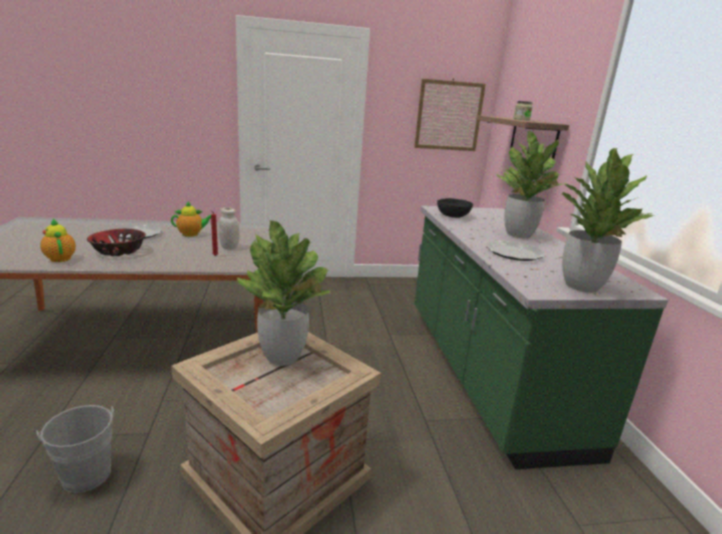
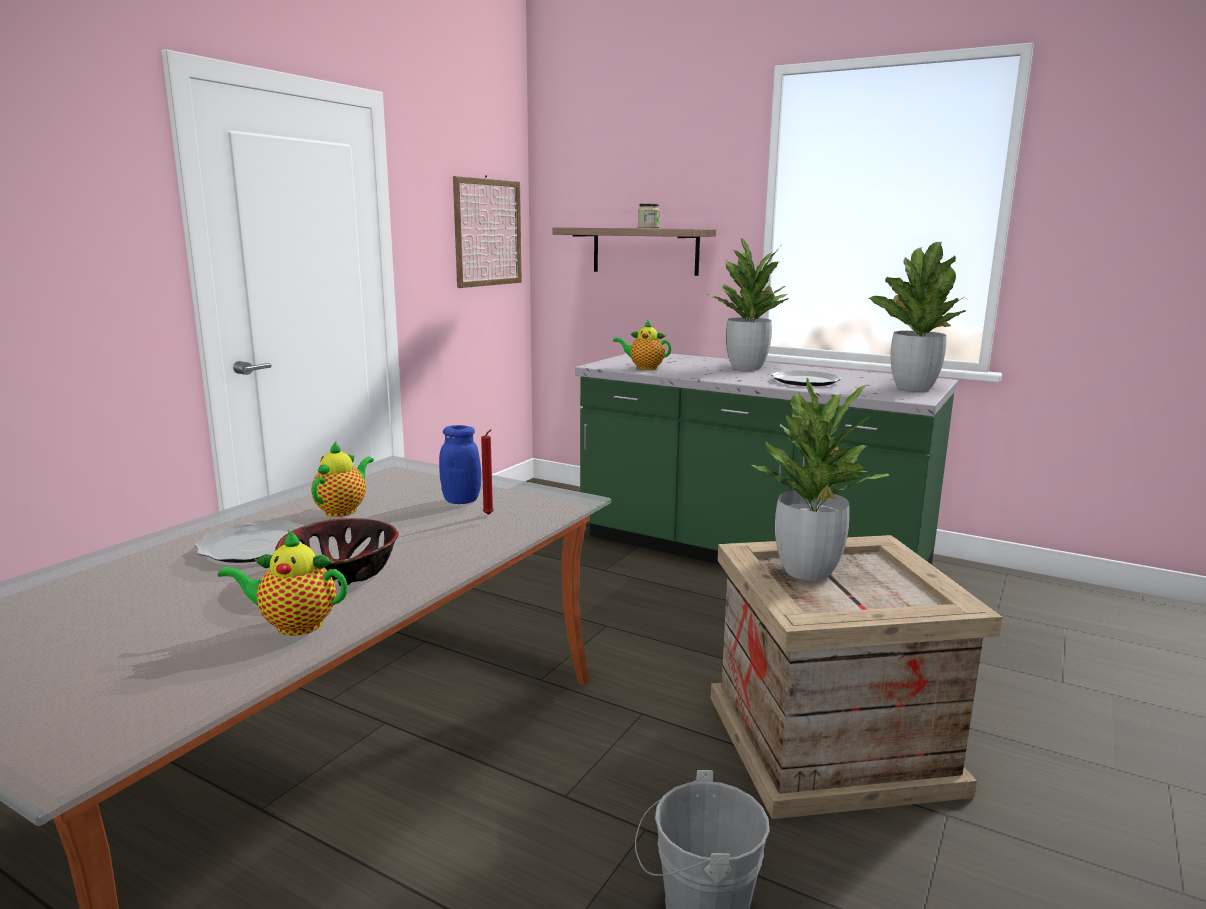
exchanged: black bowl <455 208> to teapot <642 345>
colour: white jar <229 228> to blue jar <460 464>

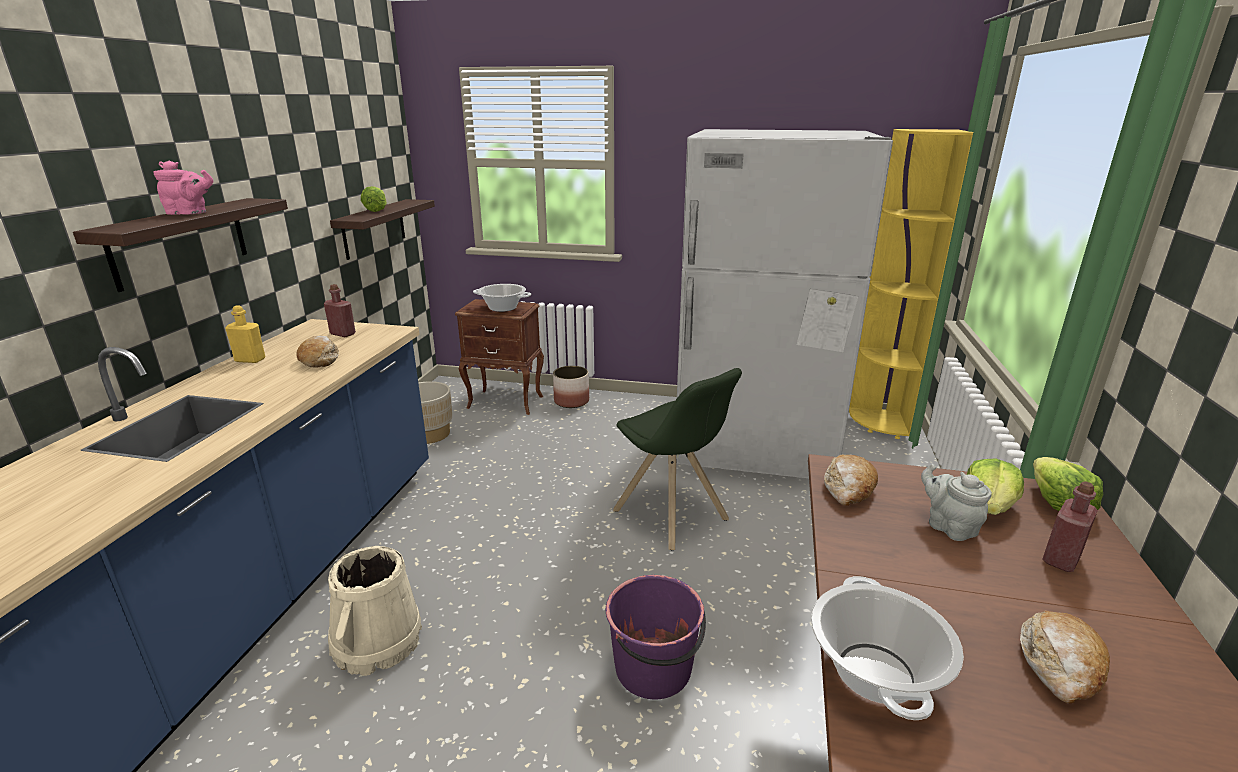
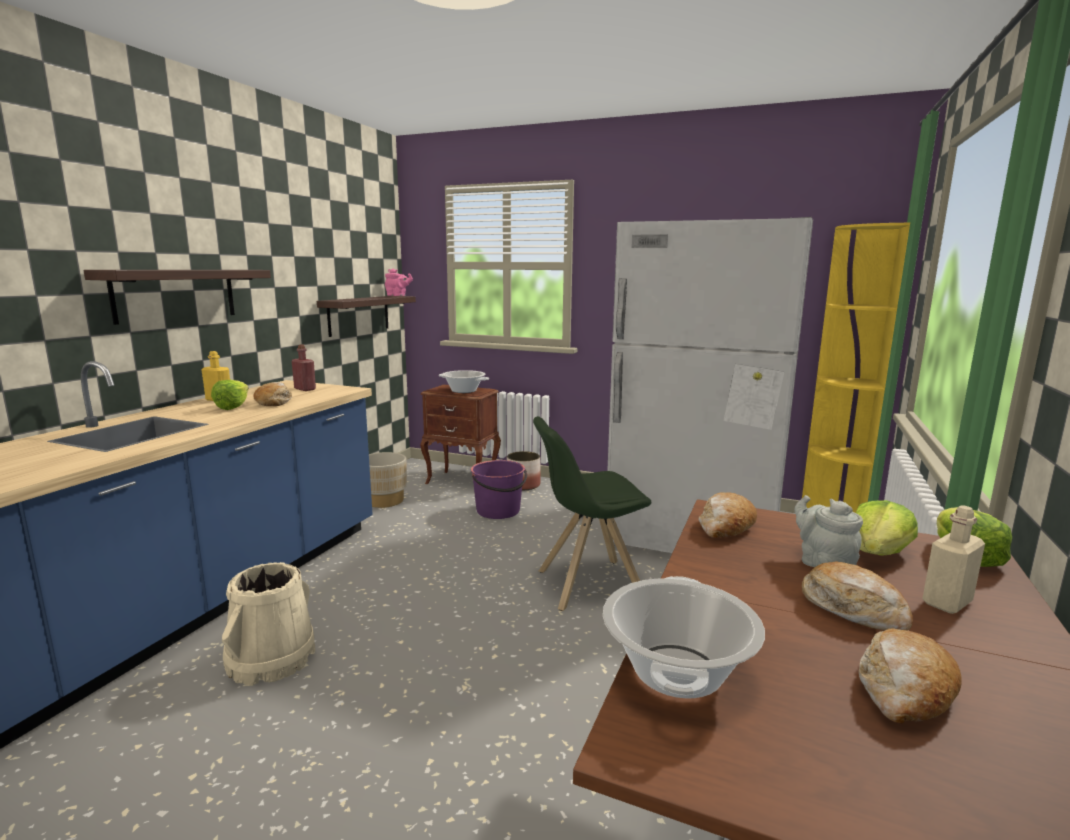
appeared: bread <857 596>
relocated: pink teapot <183 188> to <399 282>; lettuce <374 199> to <230 395>; purple bucket <656 637> to <499 489>
colour: red bottle <1070 526> to beige bottle <953 559>
spun: green chair <677 459> = <592 513> 105 degrees clockwise

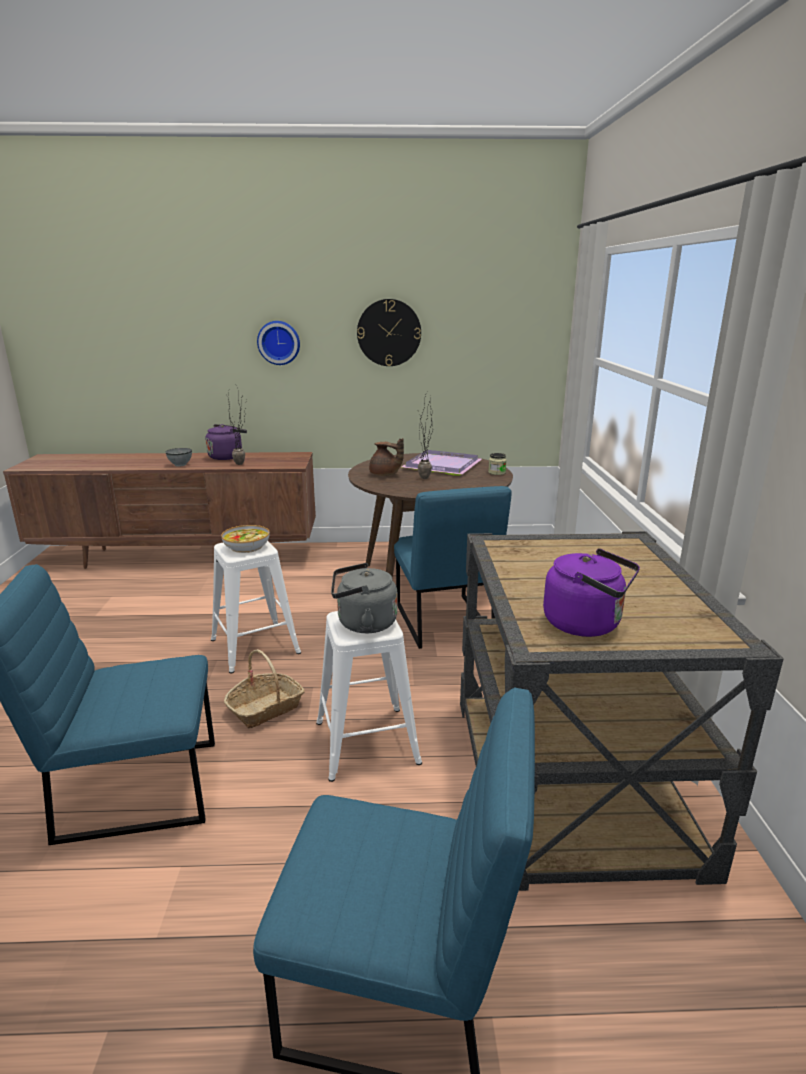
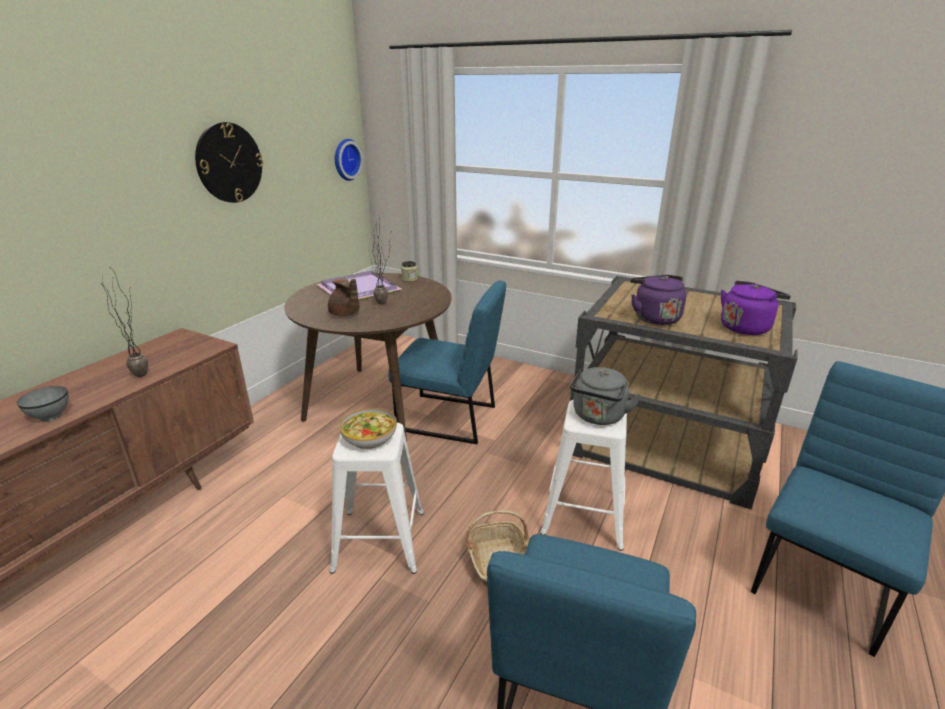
relocated: purple kettle <226 442> to <658 300>; wall clock <278 343> to <349 160>
spun: brown teapot <386 457> = <344 297> 75 degrees clockwise

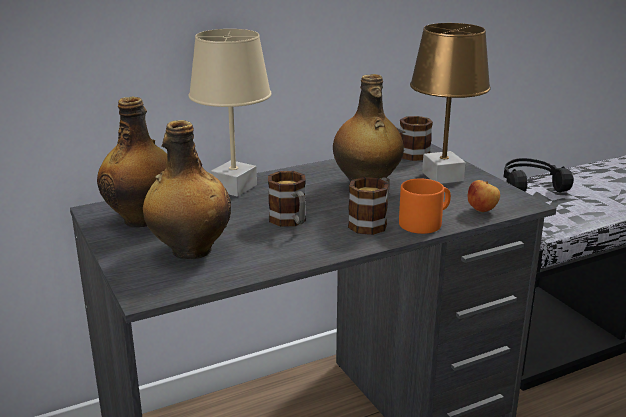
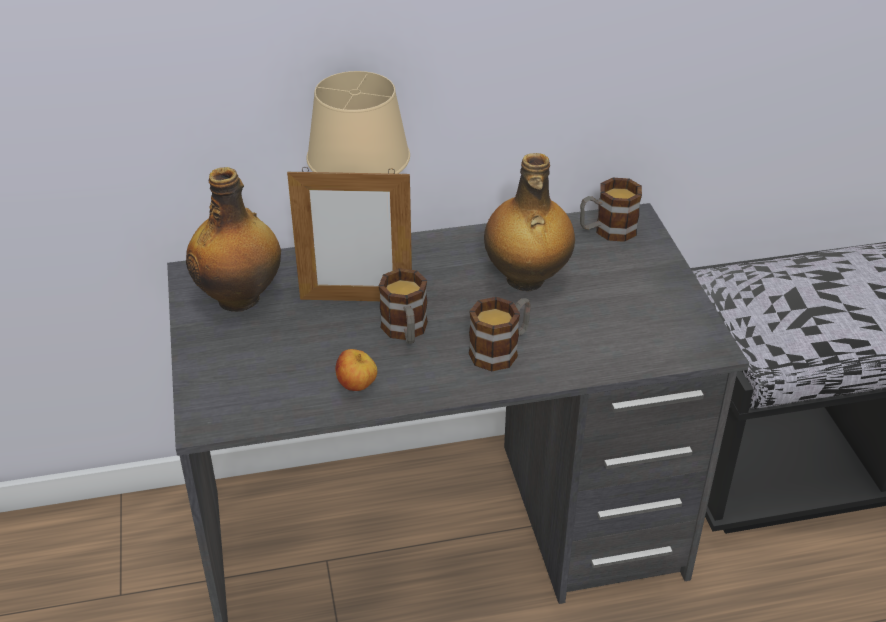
missing: bottle <187 189>; orange mug <425 206>; brown table lamp <450 103>; black headphones <538 175>
appeared: picture frame <349 234>
relocated: apple <484 196> to <356 370>

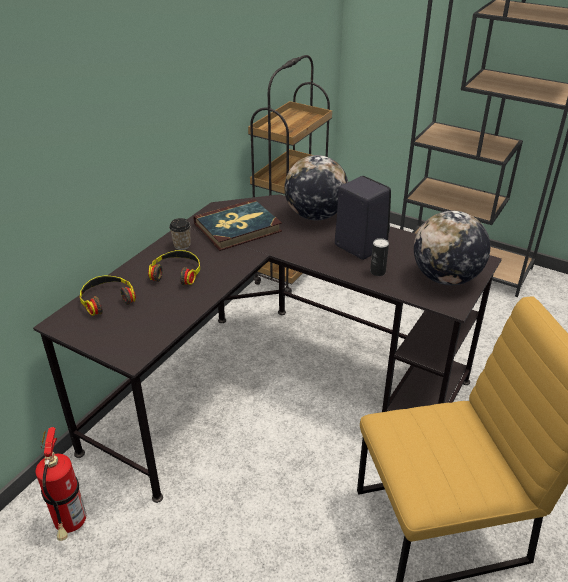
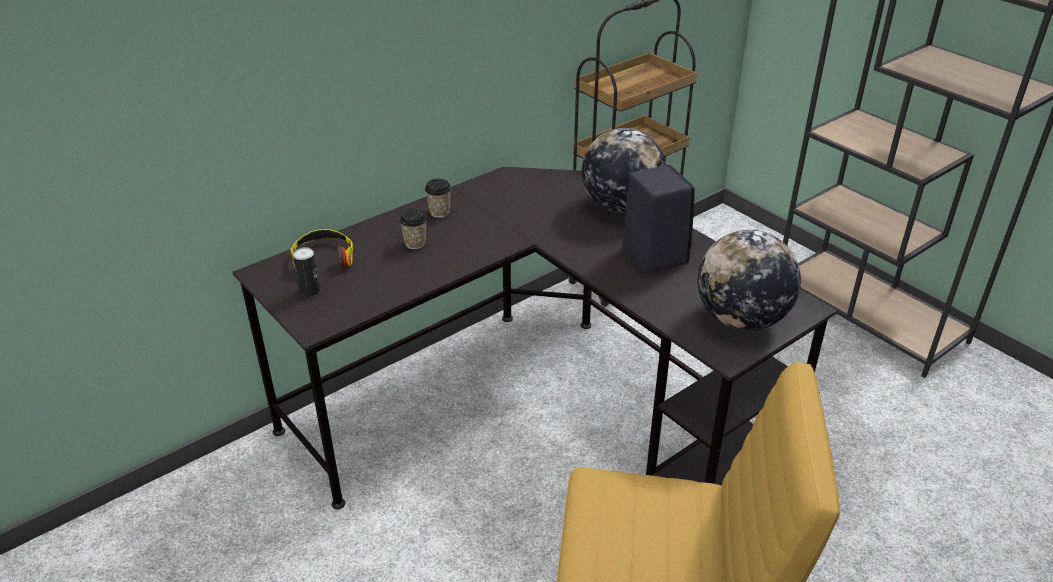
missing: fire extinguisher <61 484>; book <238 225>
relocated: can <379 257> to <306 272>
exchanged: headphones <174 267> to cup <413 228>

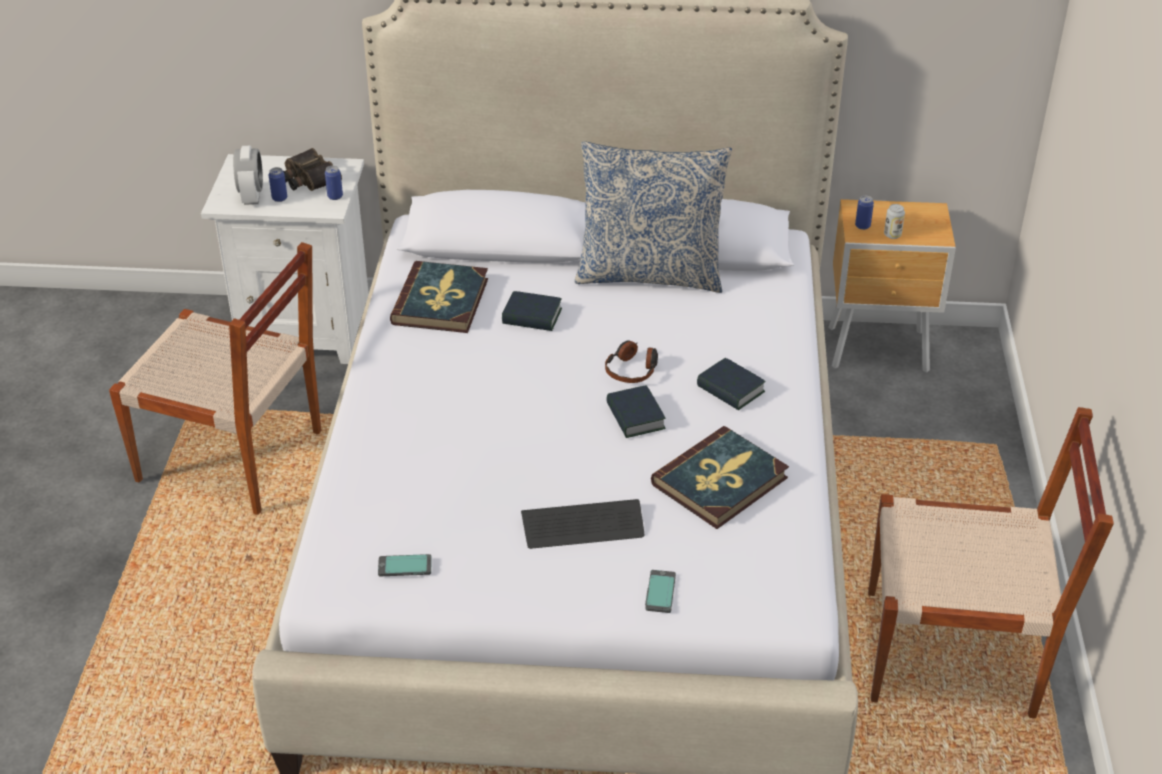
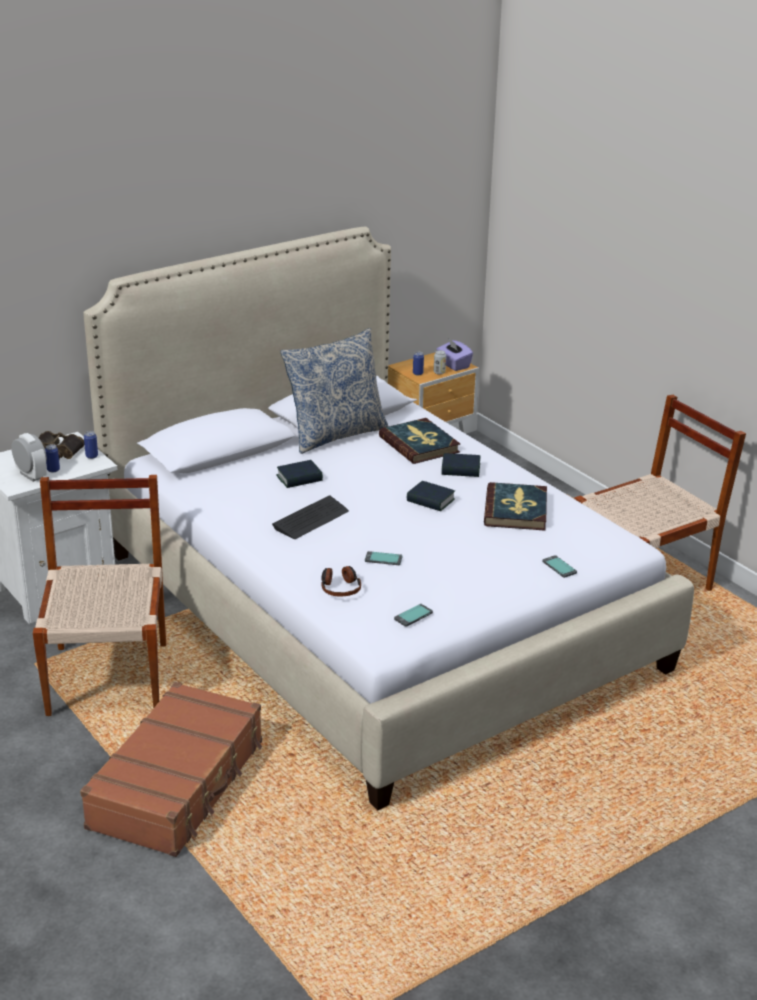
appeared: brown suitcase <171 769>; phone <383 558>; purple tissue box <454 354>
relocated: book <439 297> to <419 441>; keyboard <582 524> to <310 517>; headphones <631 361> to <341 581>
spun: chair <215 378> = <99 595> 75 degrees counterclockwise

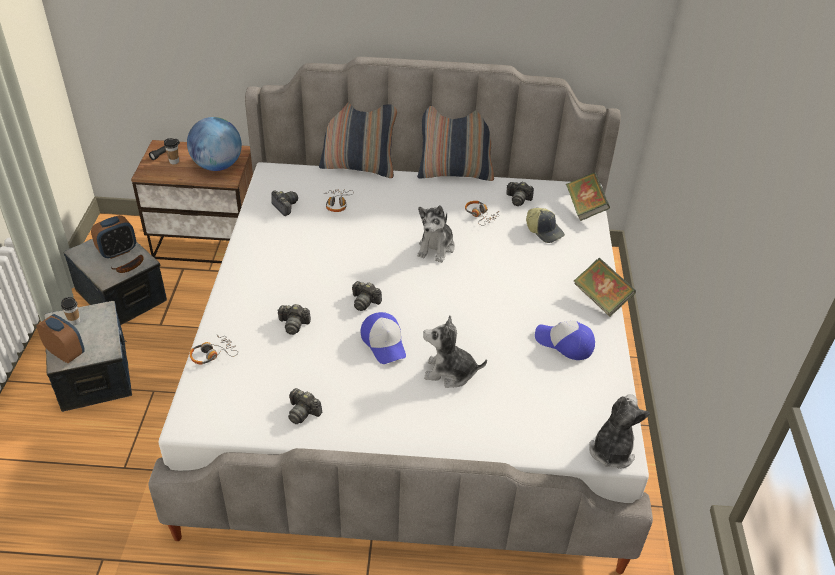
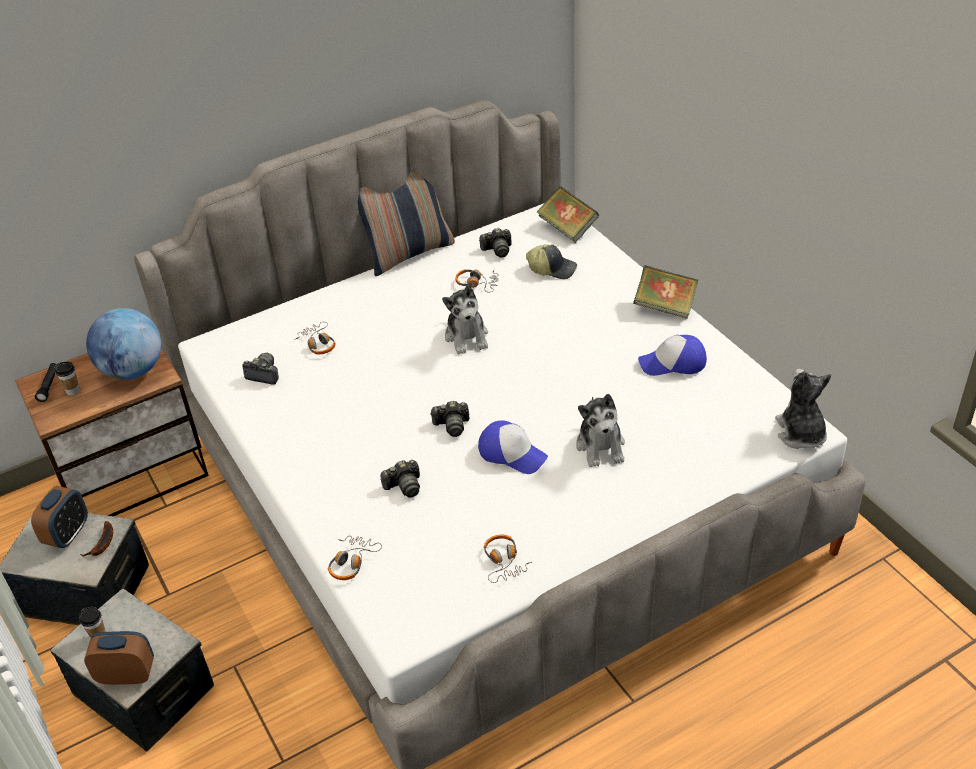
missing: pillow <358 140>
exchanged: photo camera <305 406> to headphones <508 559>
spun: plush toy <455 351> = <600 430> 75 degrees counterclockwise

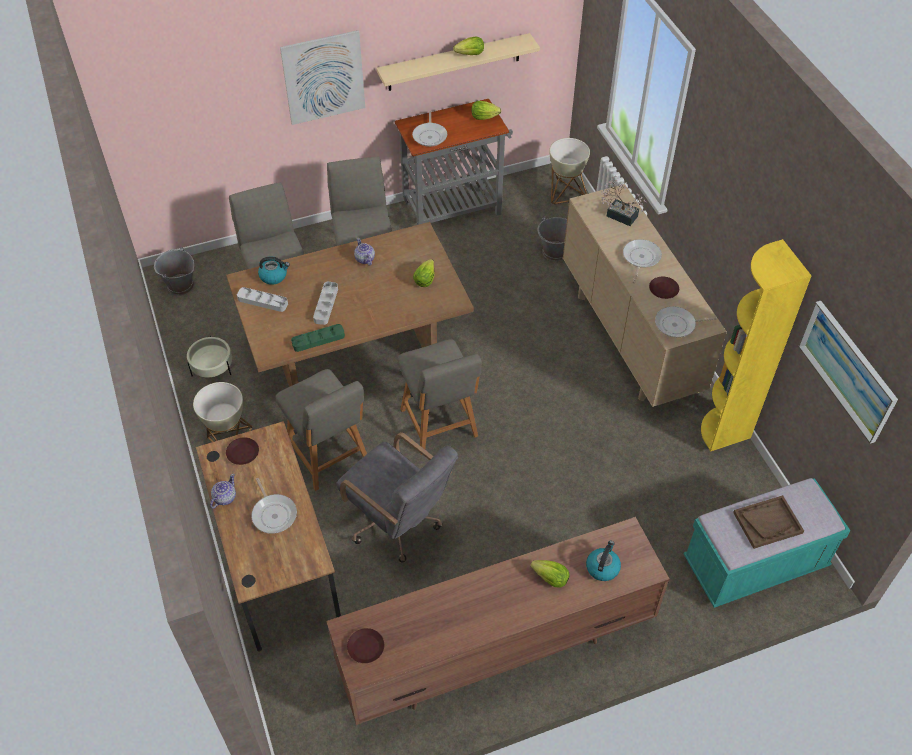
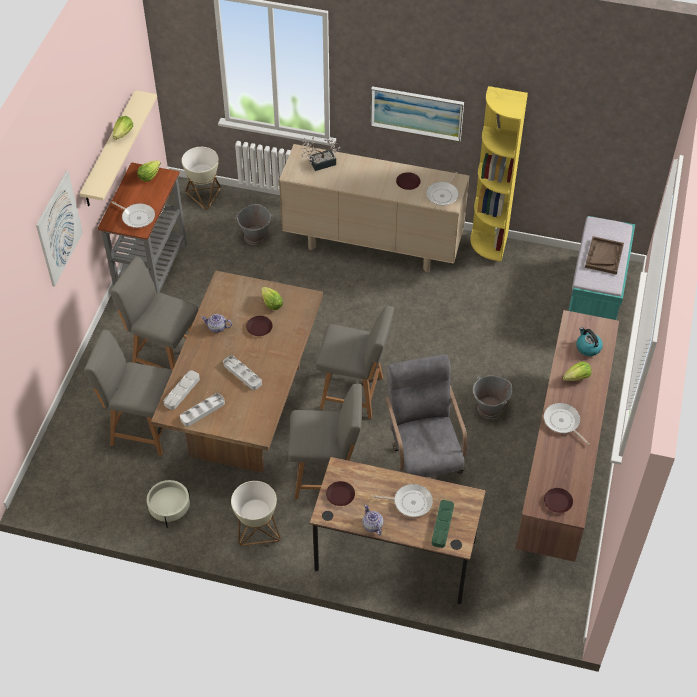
appeared: brown plate <259 326>
relocated: grey bucket <174 271> to <492 397>; green tray <318 338> to <443 524>; frying pan <642 261> to <567 424>; picture <848 372> to <417 114>
exchanged: kettle <274 270> to grey tray <182 390>
spun: grey office chair <397 497> = <426 416> 90 degrees counterclockwise

